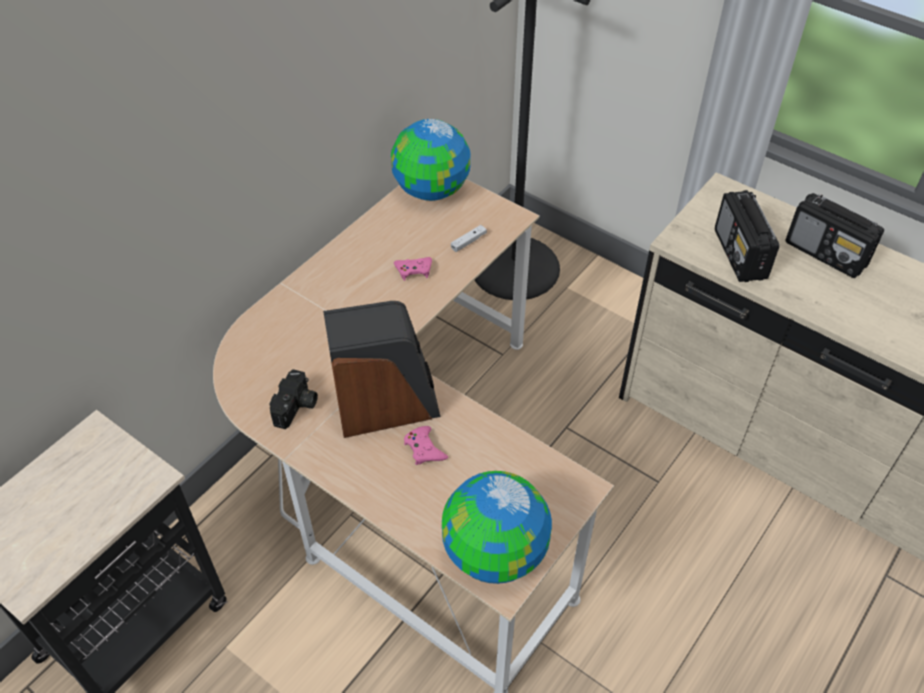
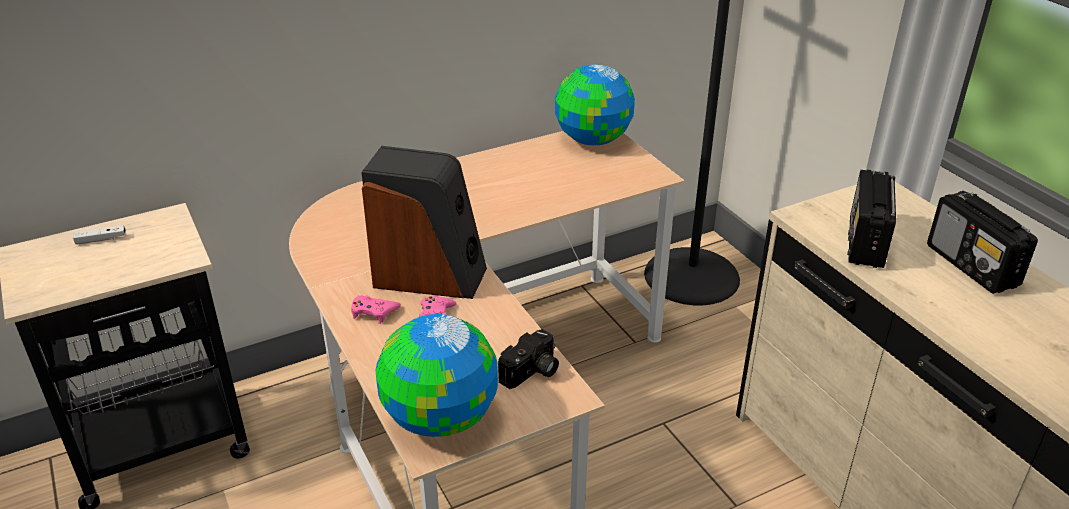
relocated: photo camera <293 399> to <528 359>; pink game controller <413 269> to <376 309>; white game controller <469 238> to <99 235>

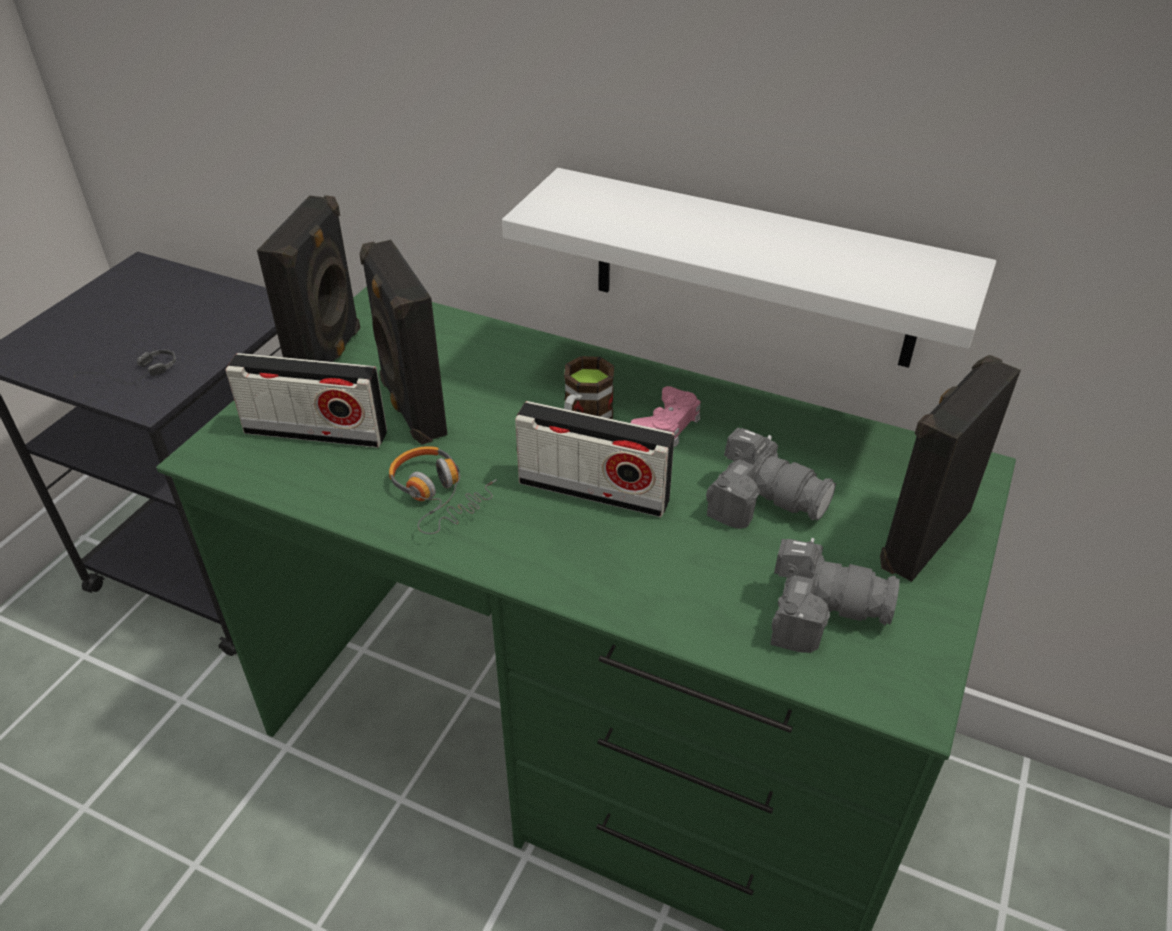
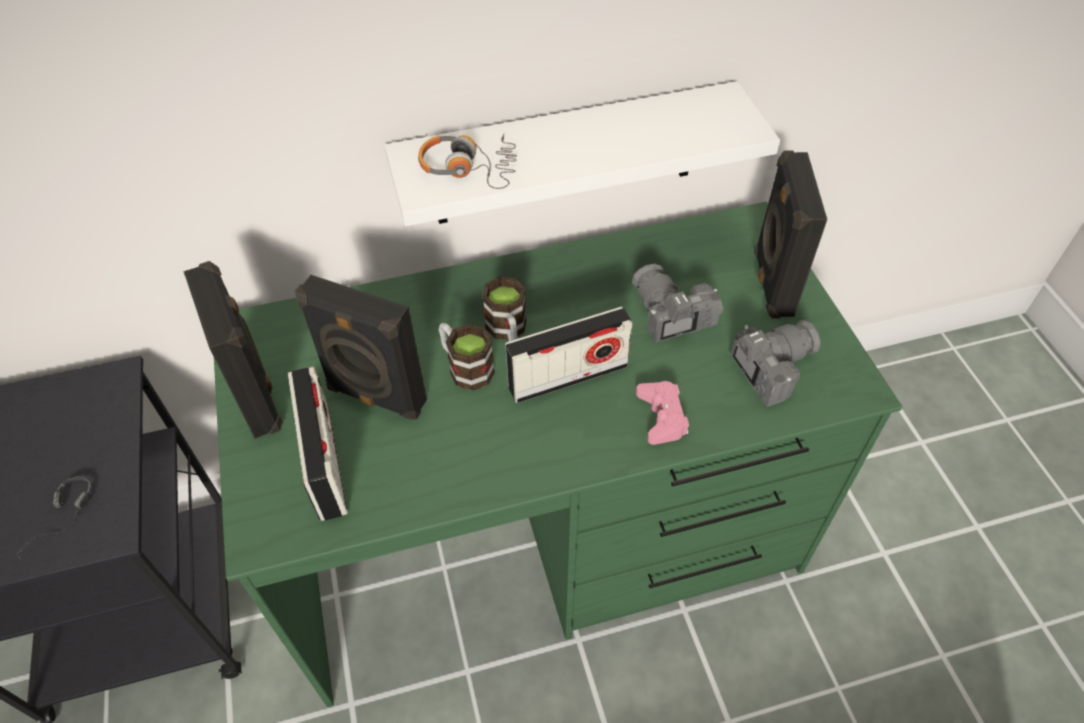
appeared: mug <467 357>
relocated: headphones <443 490> to <467 161>; pink game controller <666 416> to <662 413>
spun: radio <306 400> = <318 444> 75 degrees counterclockwise; photo camera <771 478> = <677 303> 105 degrees counterclockwise

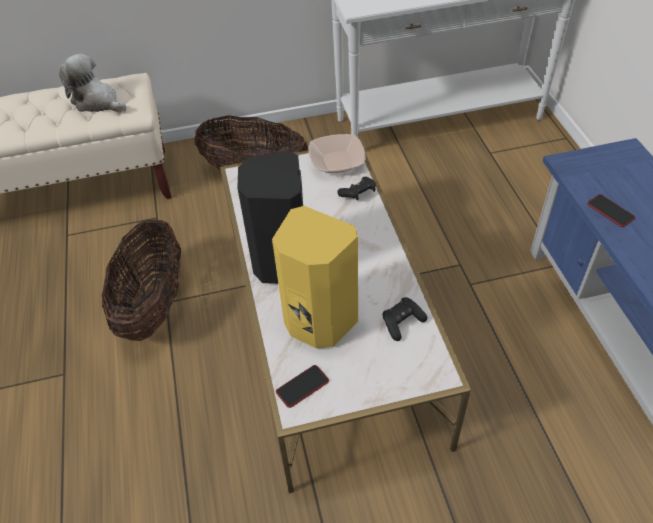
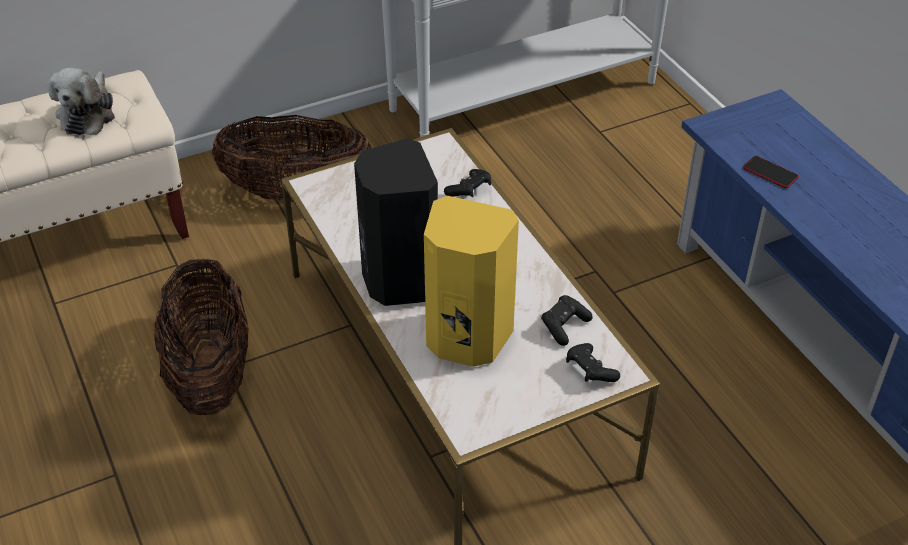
missing: phone <302 386>; bowl <337 153>
appeared: black game controller <593 362>
spun: plush toy <92 83> = <81 101> 105 degrees counterclockwise

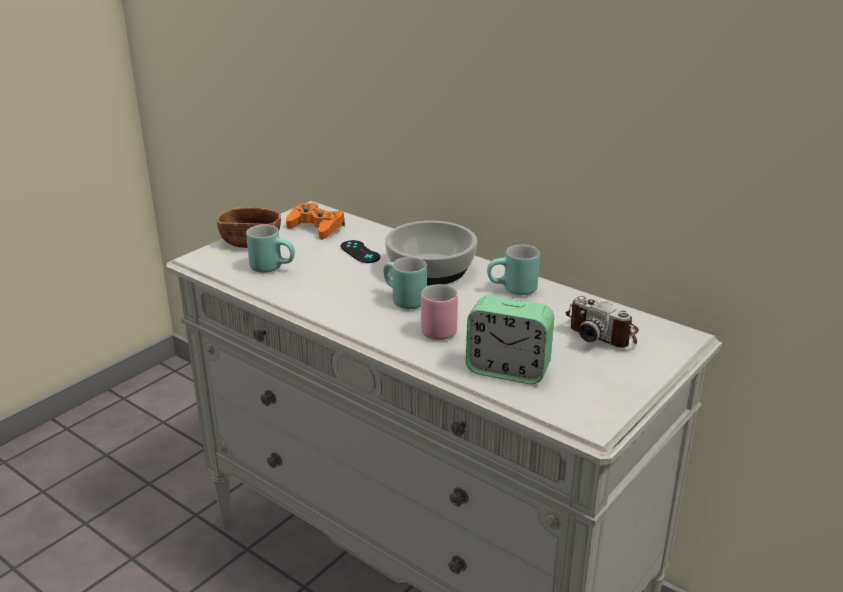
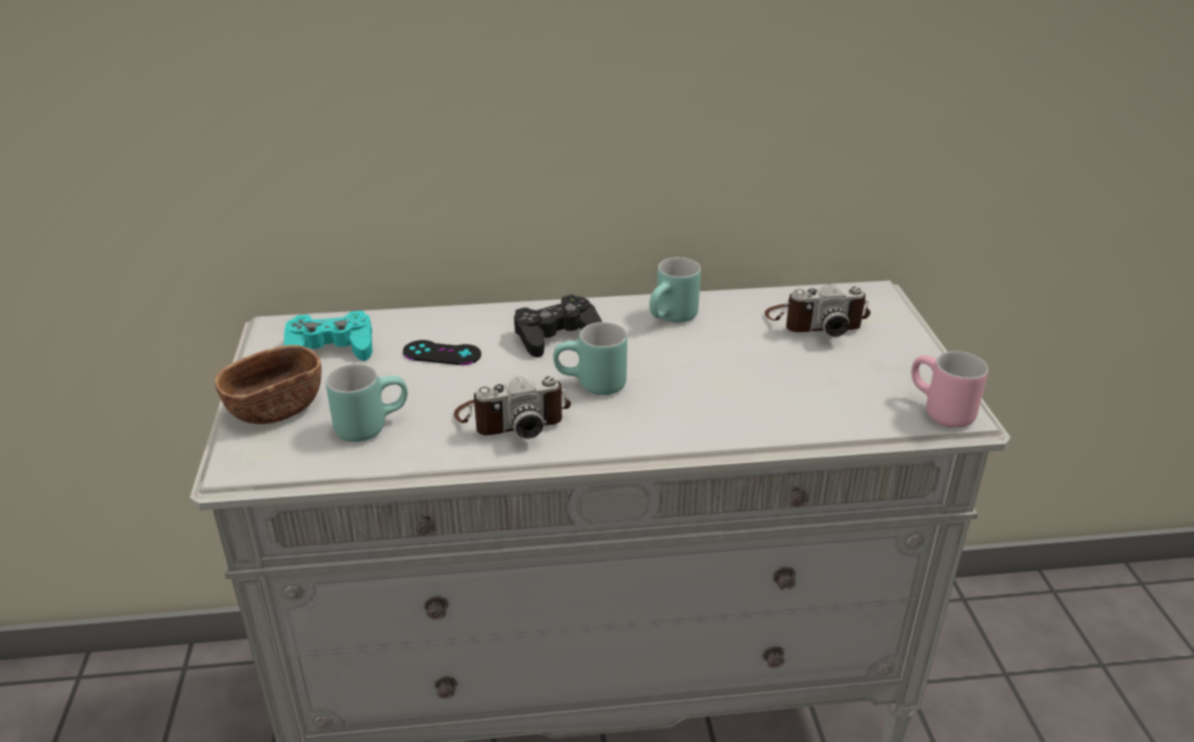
missing: alarm clock <510 339>
appeared: photo camera <512 407>
relocated: pink mug <439 312> to <949 389>
exchanged: bowl <431 253> to black game controller <558 326>
colour: orange game controller <315 221> to turquoise game controller <328 335>

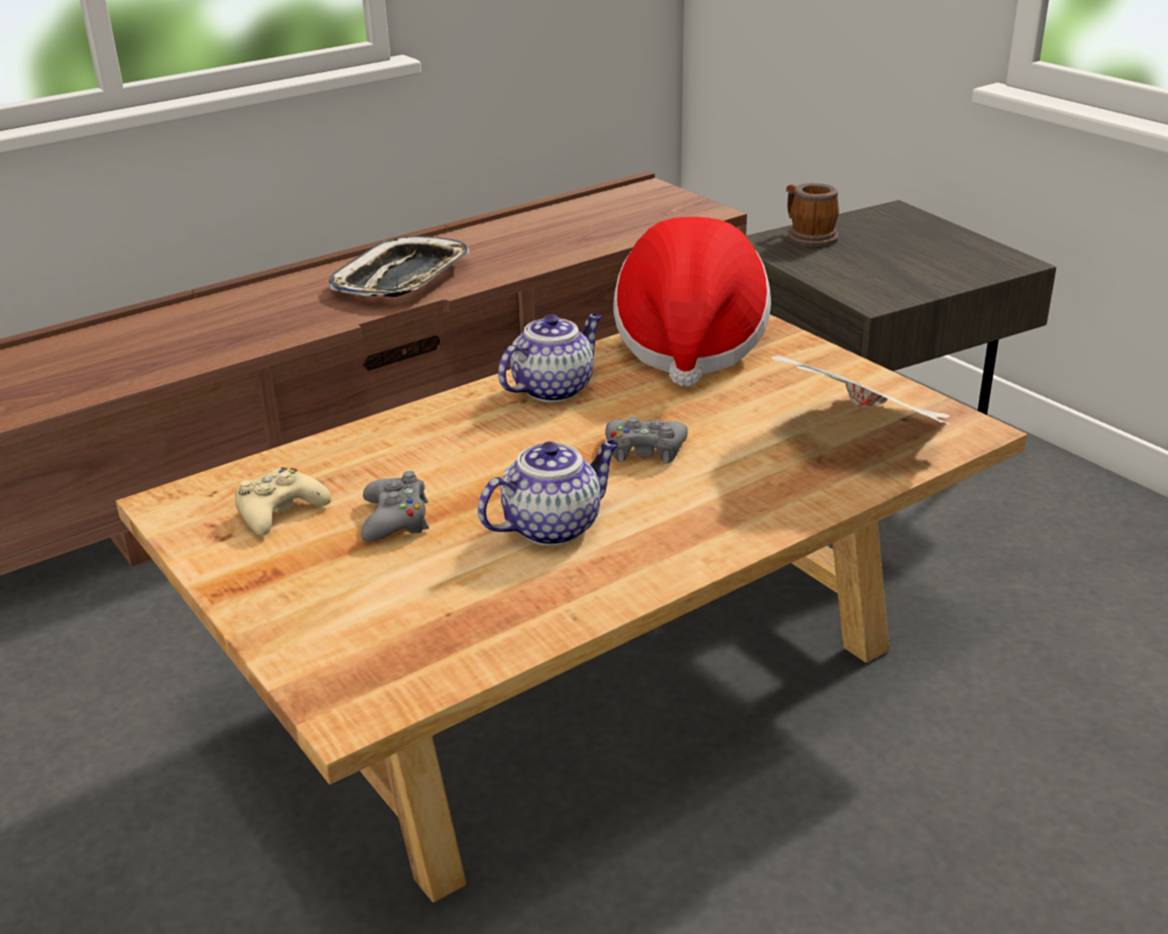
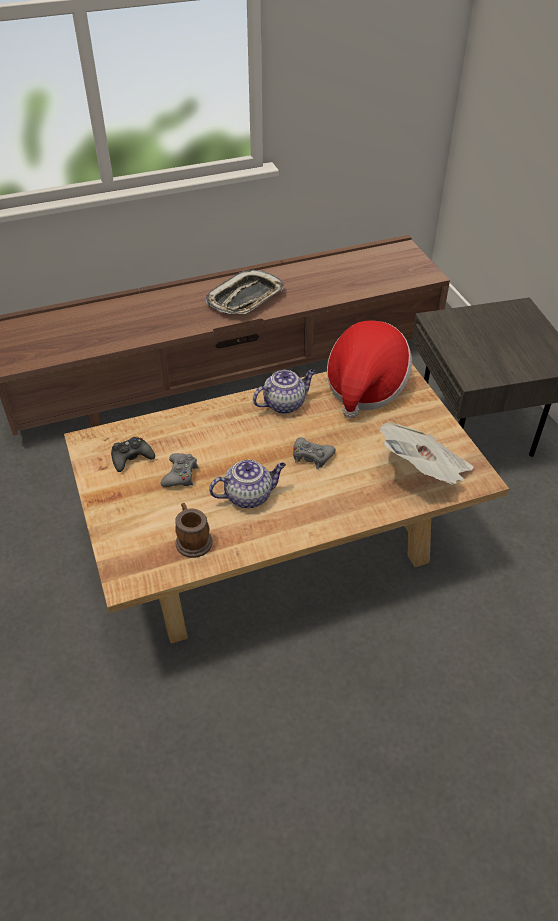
relocated: mug <812 215> to <194 530>
colour: beige game controller <283 501> to black game controller <133 454>

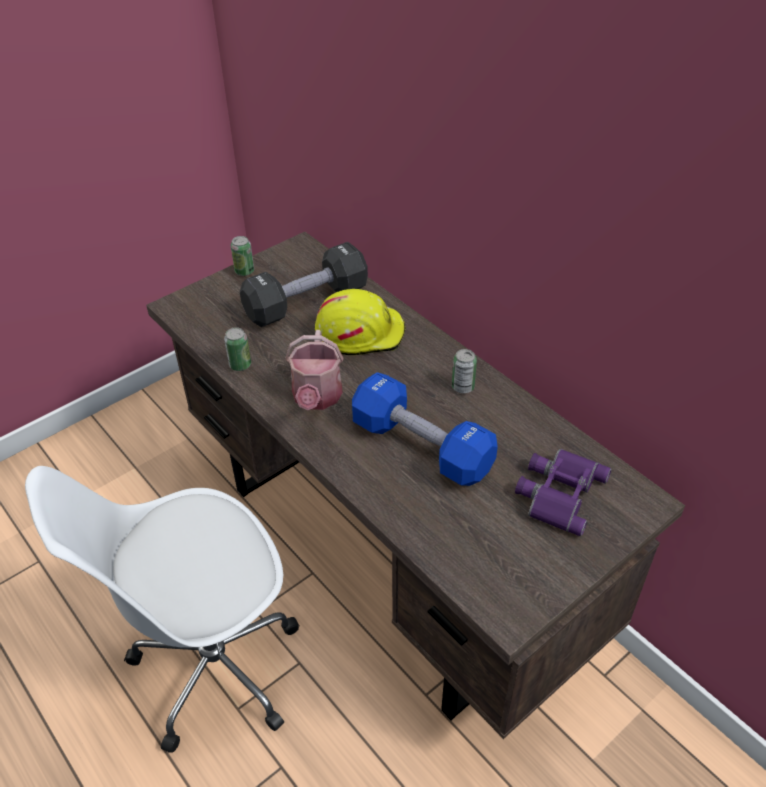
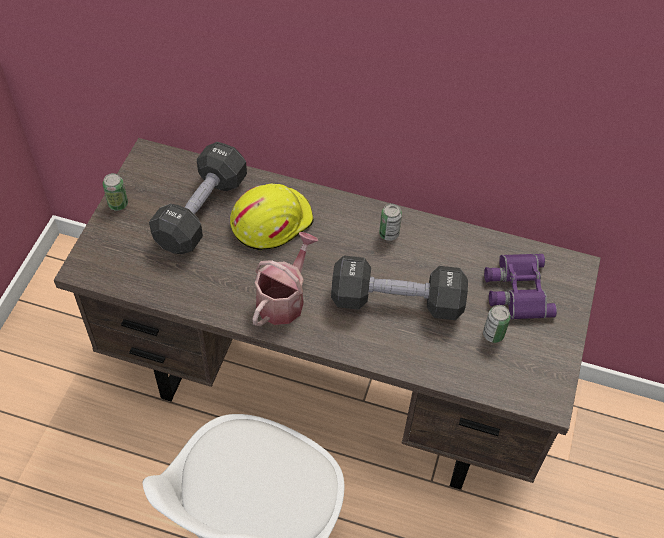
relocated: can <237 349> to <497 324>
colour: blue dumbbell <425 429> to black dumbbell <399 288>
spun: watering can <314 370> = <285 279> 120 degrees counterclockwise

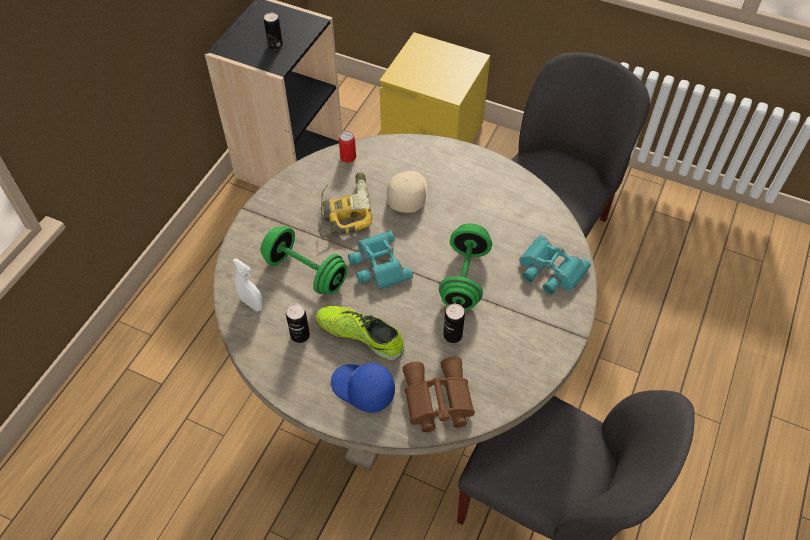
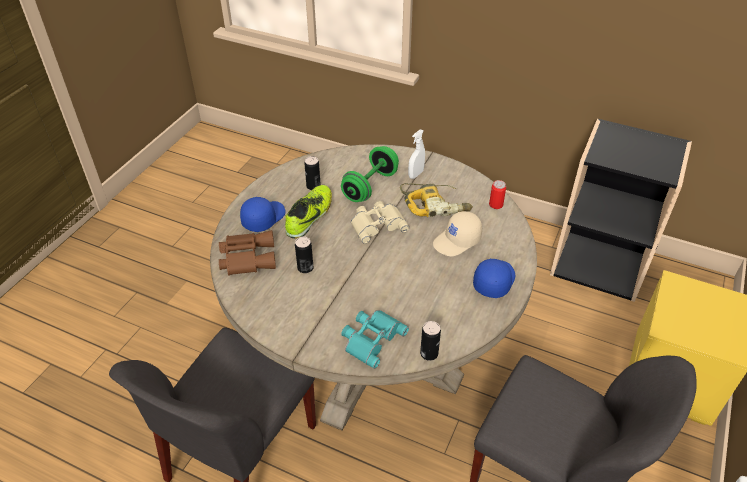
missing: green dumbbell <465 267>
appeared: blue cap <494 278>
relocated: white spray bottle <248 284> to <416 154>; can <273 31> to <430 341>
colour: turquoise binoculars <380 260> to beige binoculars <380 222>
spun: beige cap <407 192> = <457 234> 135 degrees clockwise

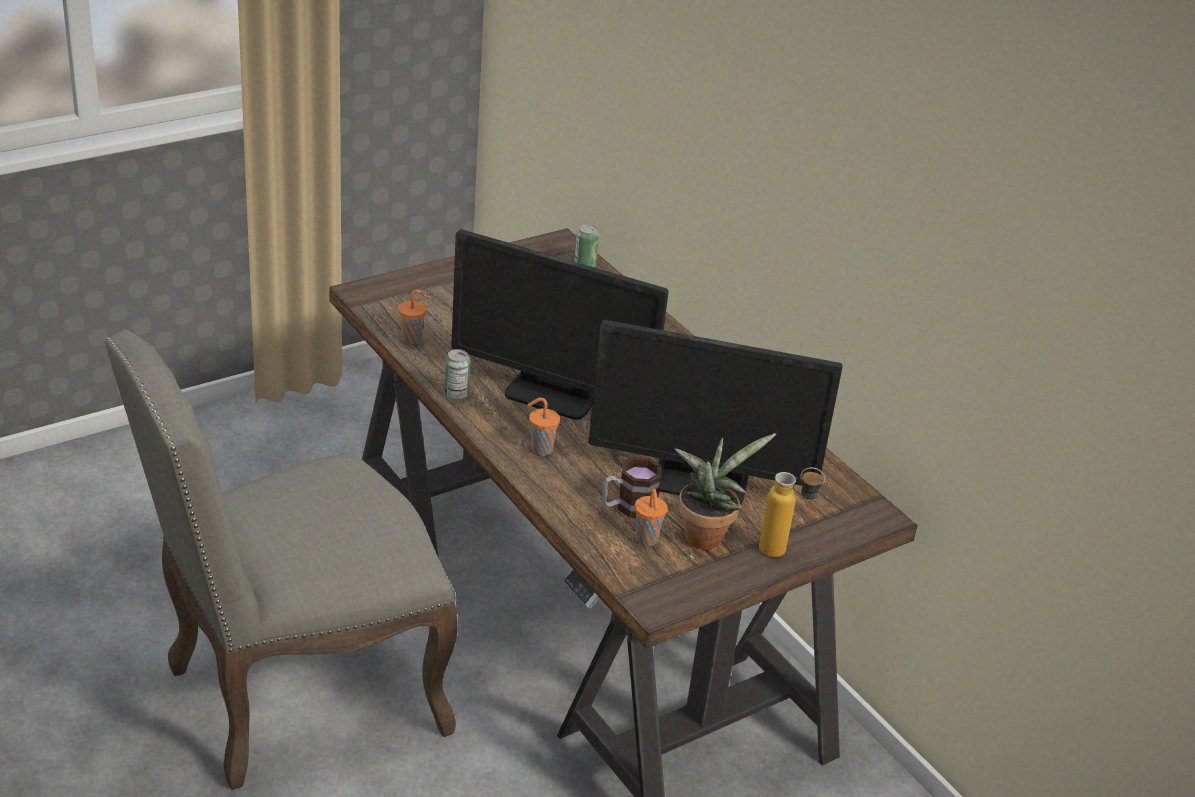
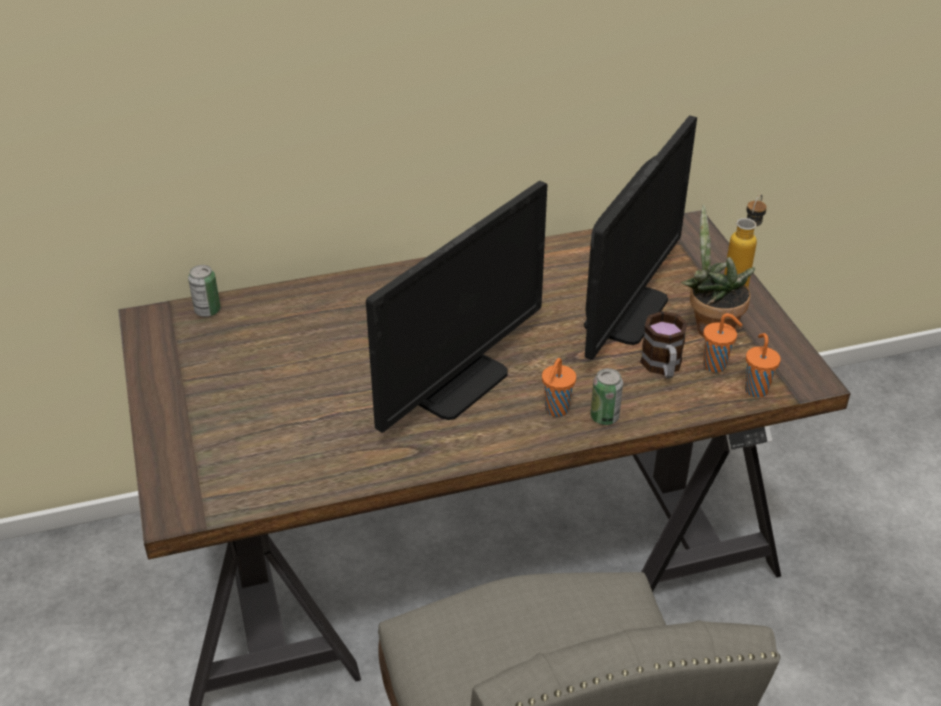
relocated: orange cup <413 317> to <763 365>; can <457 374> to <606 396>

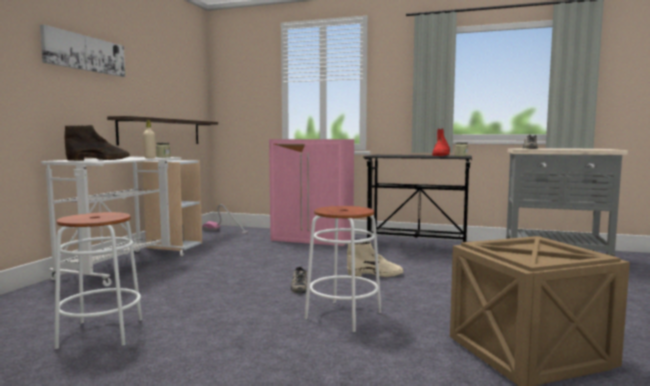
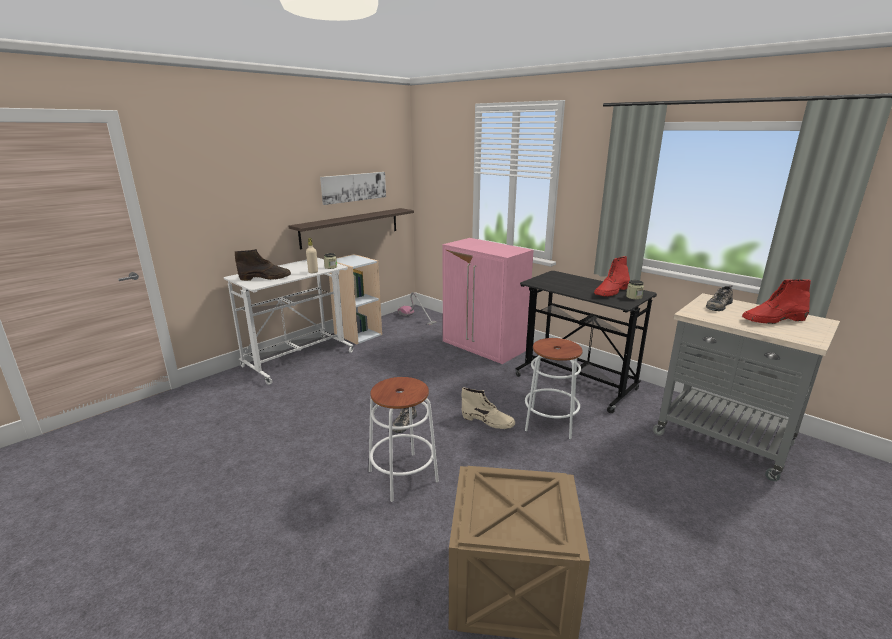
appeared: red boot <776 301>
relocated: picture <82 50> to <353 188>; white stool <98 280> to <554 388>

